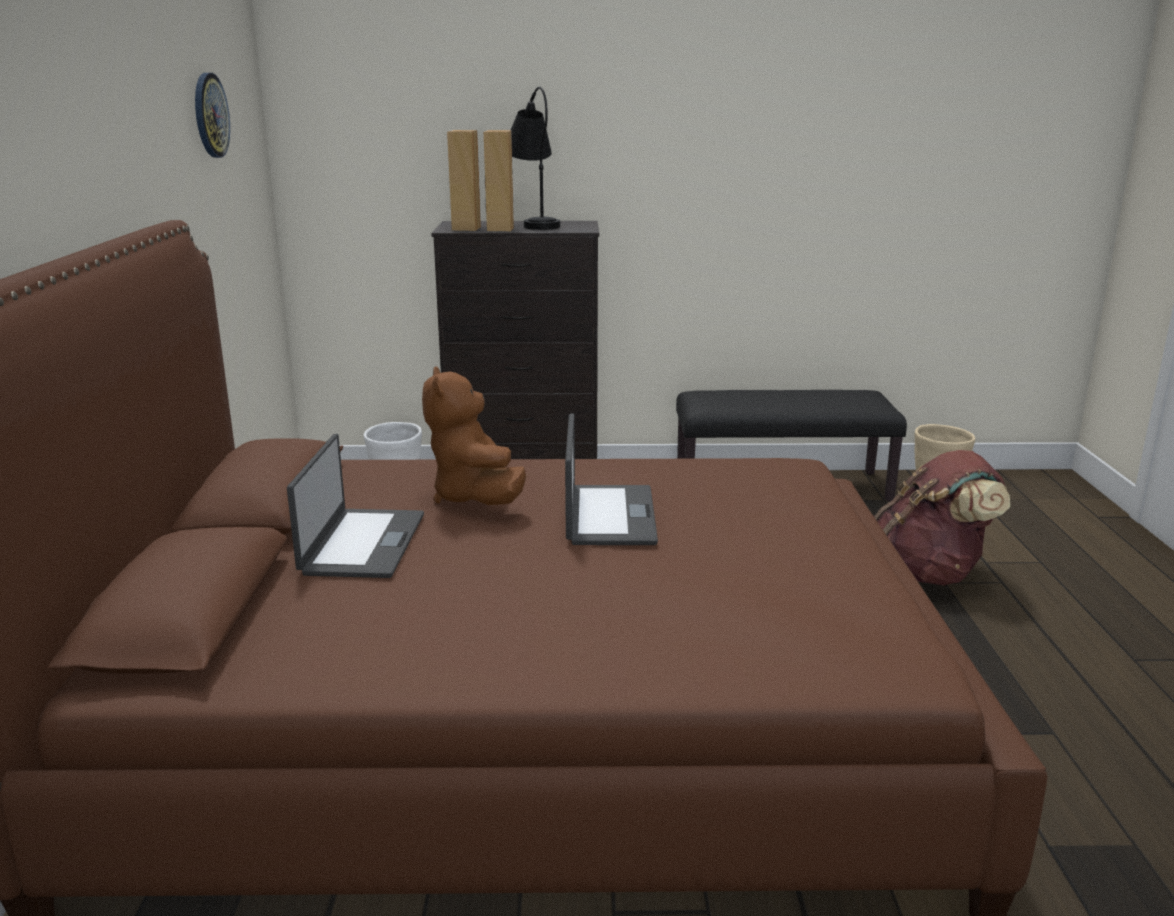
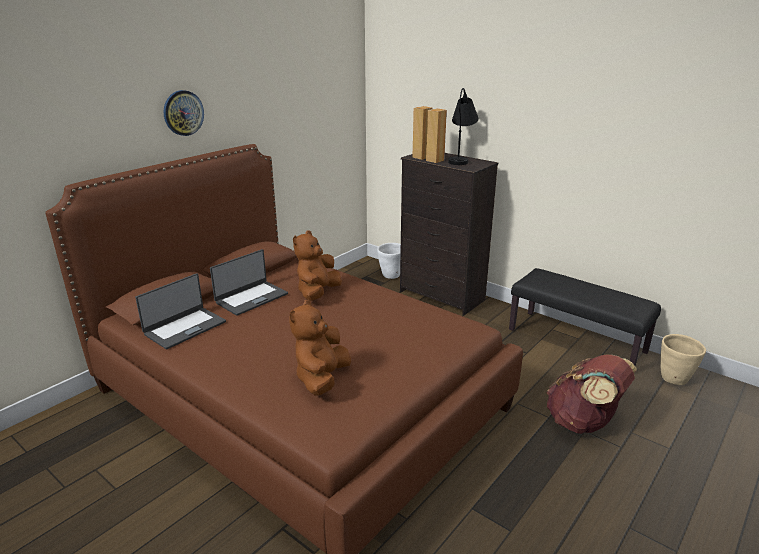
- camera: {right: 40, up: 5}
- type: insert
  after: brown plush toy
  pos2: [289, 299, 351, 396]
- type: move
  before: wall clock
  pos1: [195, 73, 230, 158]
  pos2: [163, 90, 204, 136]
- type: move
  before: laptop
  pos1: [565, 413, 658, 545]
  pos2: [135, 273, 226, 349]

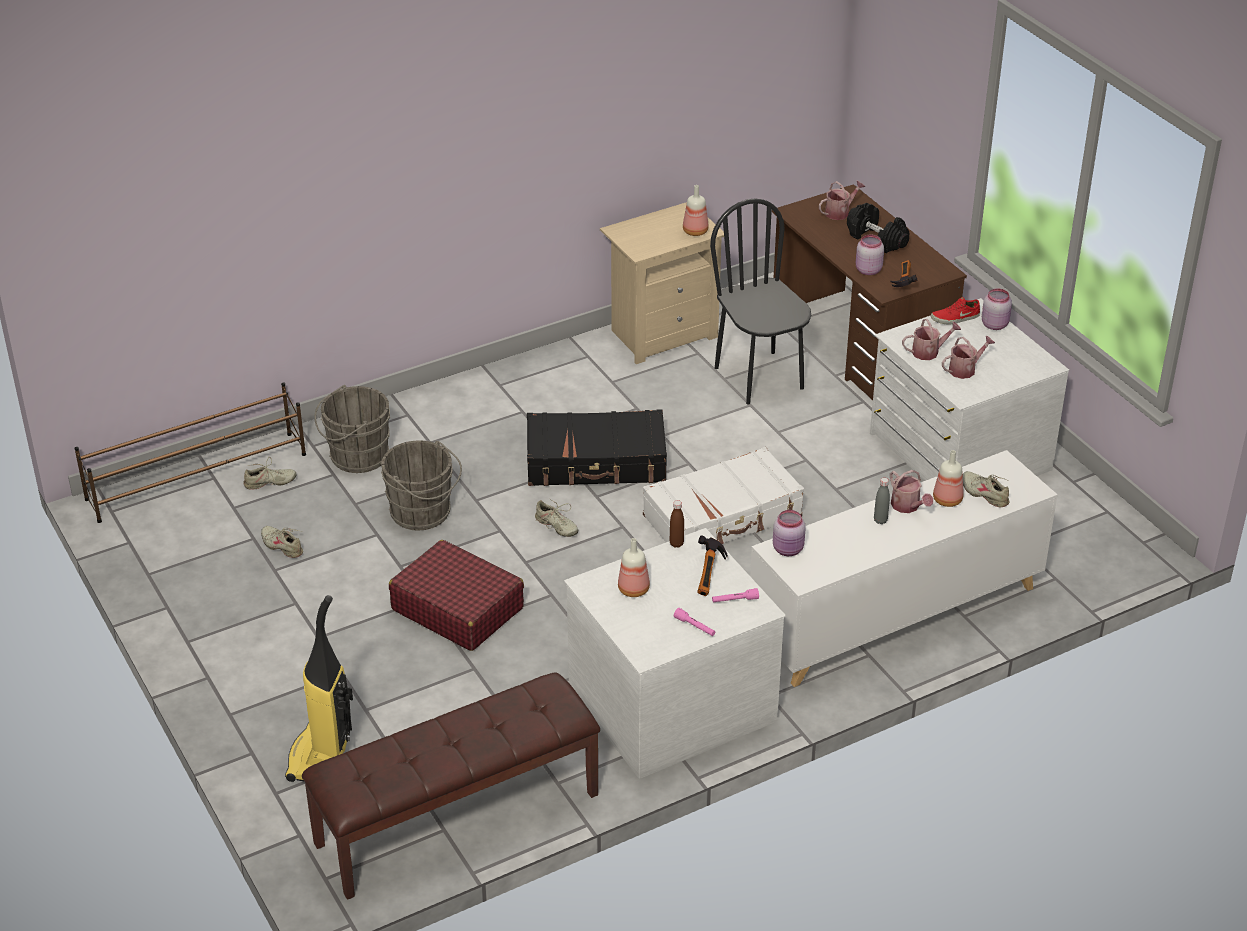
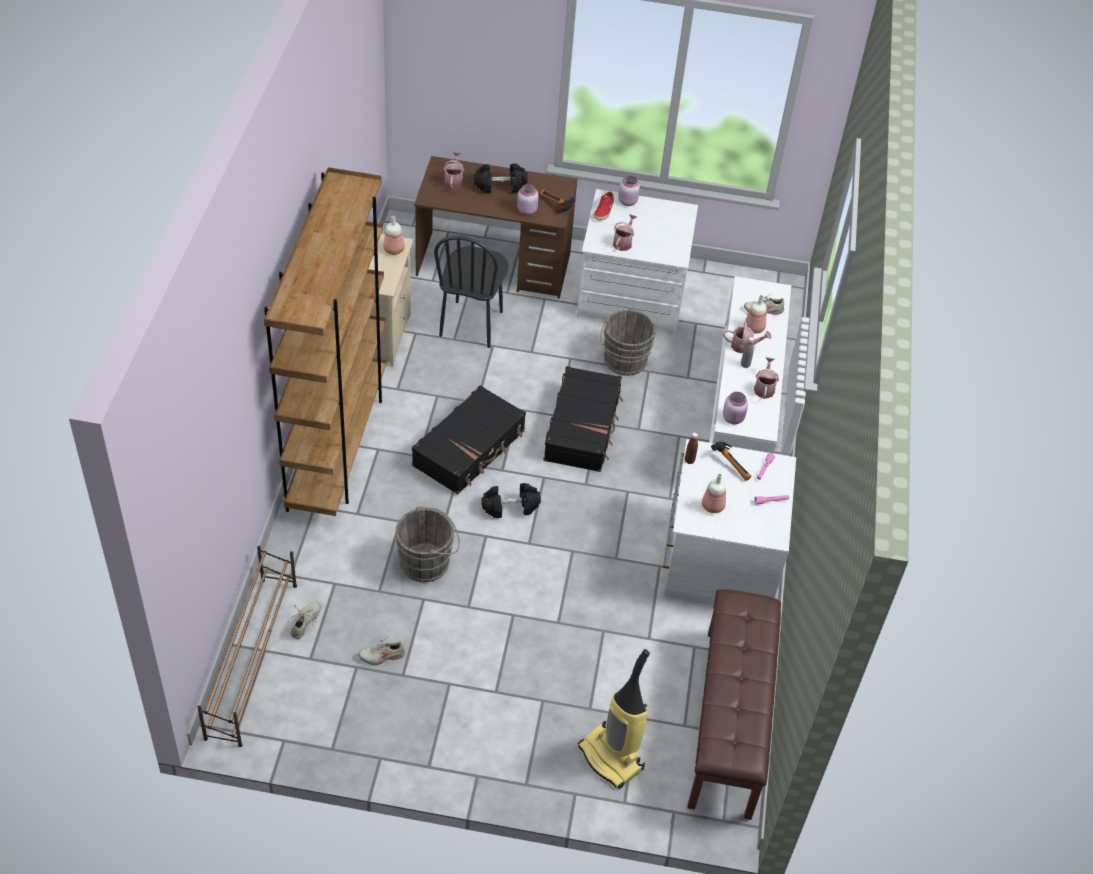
- camera: {right: -55, up: 10}
- type: delete
  before: red suitcase
  pos1: [389, 540, 524, 651]
- type: insert
  after: brown bookcase
  pos2: [264, 167, 386, 516]
- type: move
  before: grey bucket
  pos1: [315, 385, 390, 473]
  pos2: [600, 310, 657, 376]
- type: move
  before: watering can
  pos1: [942, 336, 995, 379]
  pos2: [754, 357, 779, 399]
- type: replace
  before: beige shoe
  after: black dumbbell
  pos1: [535, 499, 578, 537]
  pos2: [482, 483, 541, 518]
- type: recolor
  before: white suitcase
  after: black suitcase
  pos1: [643, 447, 804, 544]
  pos2: [543, 366, 623, 472]
- type: rotate
  before: black chair
  pos1: [710, 198, 811, 405]
  pos2: [434, 236, 509, 348]
  turn: -90

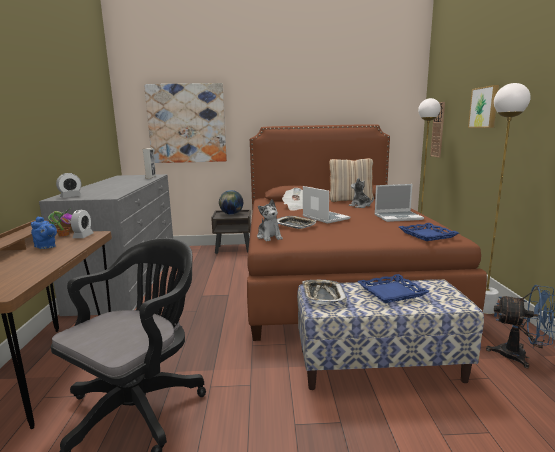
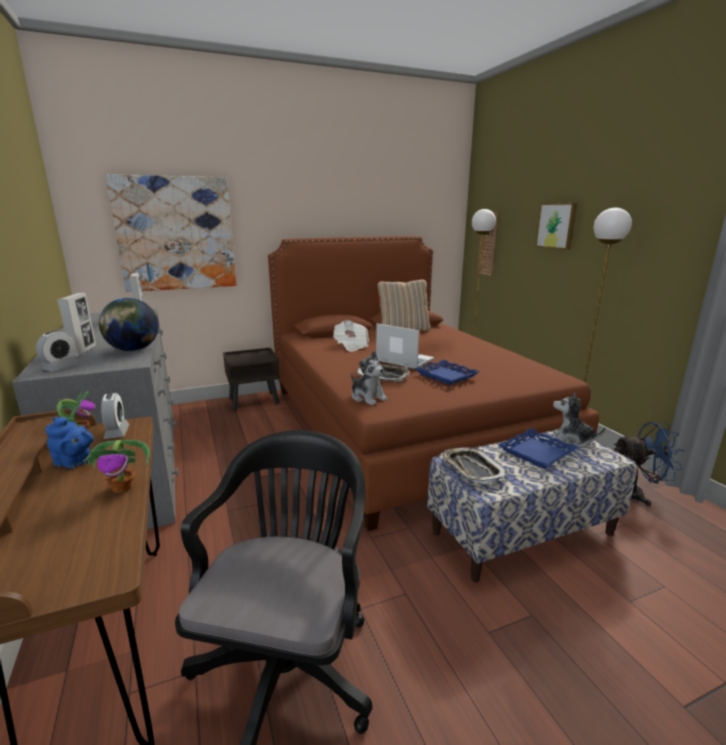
- camera: {right: -20, up: 5}
- type: delete
  before: laptop
  pos1: [374, 184, 424, 222]
- type: insert
  after: picture frame
  pos2: [57, 293, 96, 357]
- type: insert
  after: potted plant
  pos2: [82, 440, 150, 493]
- type: move
  before: globe
  pos1: [219, 190, 243, 215]
  pos2: [99, 298, 159, 351]
- type: move
  before: plush toy
  pos1: [349, 178, 374, 208]
  pos2: [552, 393, 606, 448]
- type: move
  before: blue tray
  pos1: [399, 223, 459, 241]
  pos2: [415, 360, 479, 385]

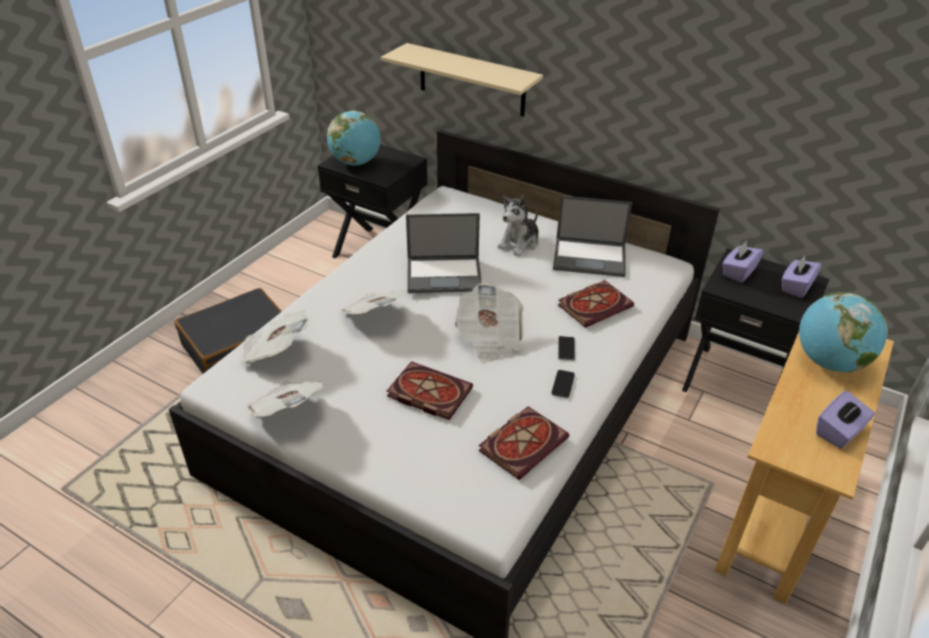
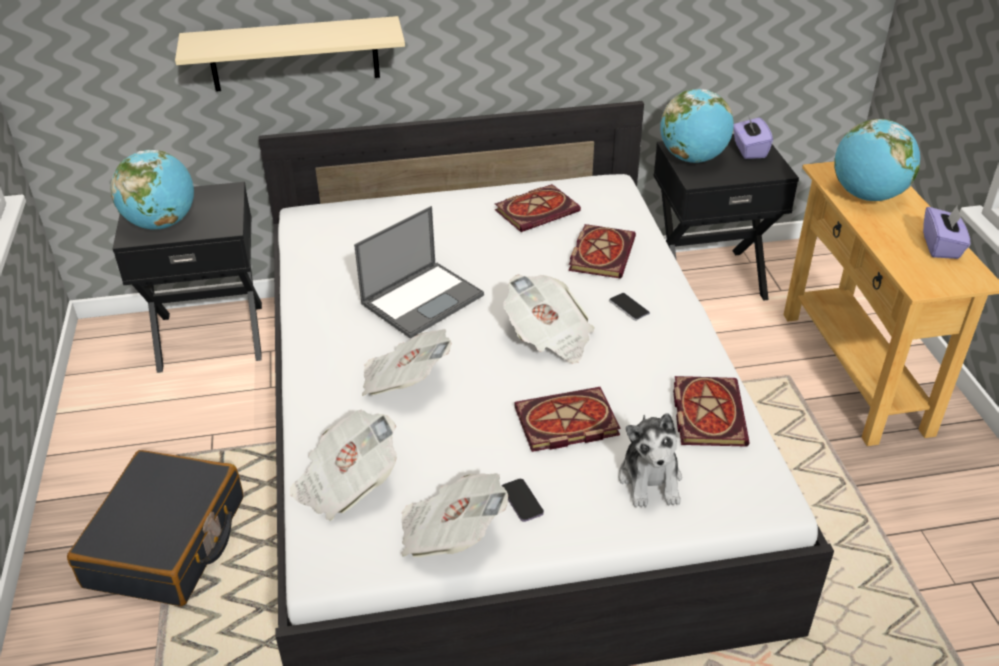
- camera: {right: -40, up: 0}
- type: move
  before: plush toy
  pos1: [498, 196, 539, 257]
  pos2: [618, 413, 682, 508]
- type: move
  before: phone
  pos1: [551, 370, 575, 398]
  pos2: [502, 479, 544, 522]
- type: replace
  before: laptop
  after: book
  pos1: [553, 196, 632, 277]
  pos2: [495, 184, 581, 232]
- type: replace
  before: purple tissue box
  after: globe
  pos1: [722, 241, 764, 283]
  pos2: [660, 89, 734, 163]

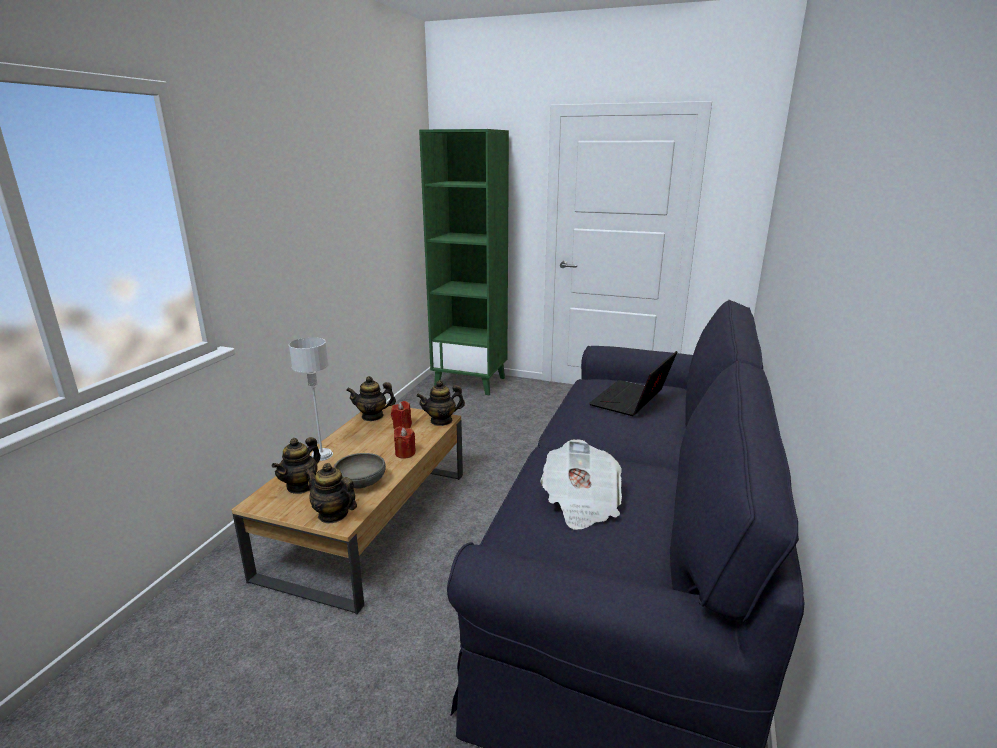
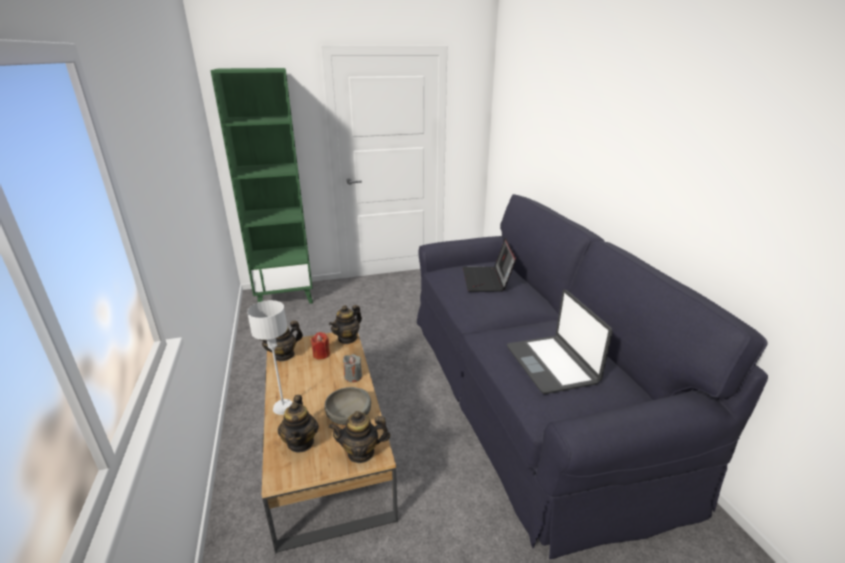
- camera: {right: -35, up: 5}
- type: replace
  before: newspaper
  after: laptop
  pos1: [540, 439, 622, 530]
  pos2: [507, 289, 613, 394]
- type: recolor
  before: red candle
  after: grey candle
  pos1: [394, 426, 416, 459]
  pos2: [343, 354, 362, 382]

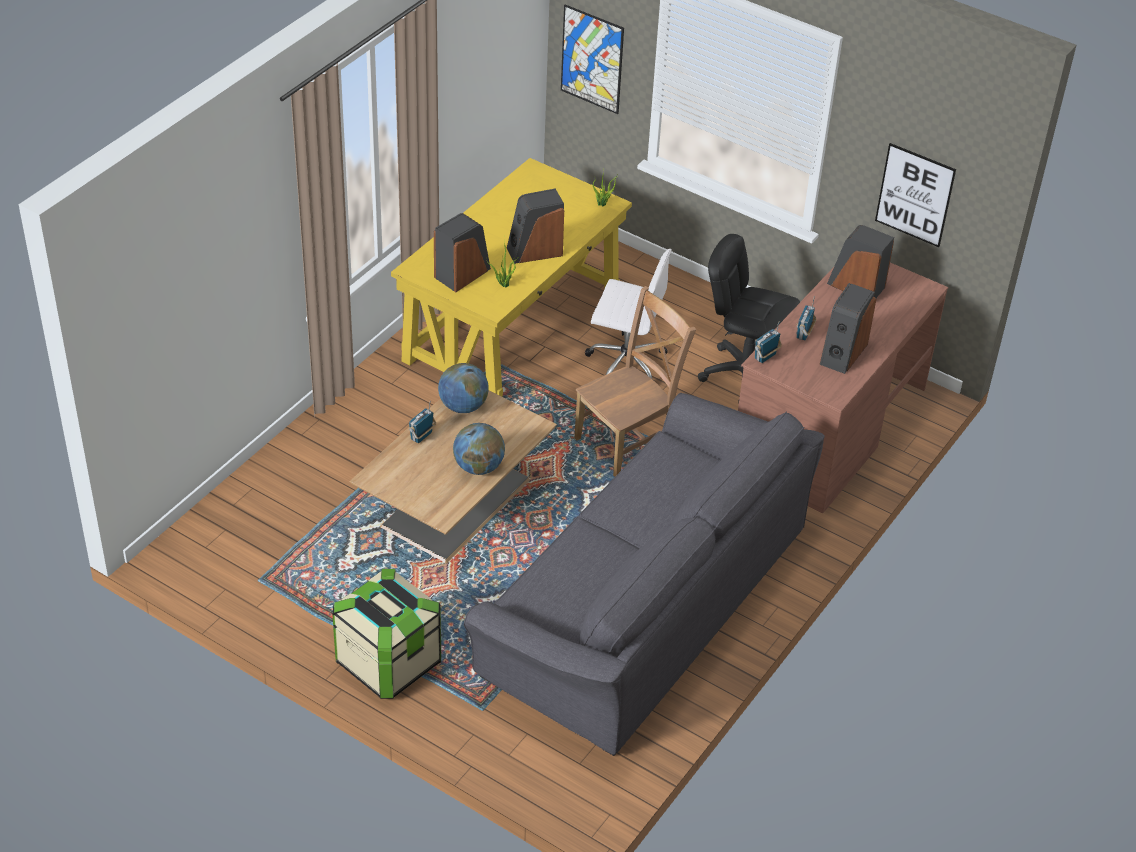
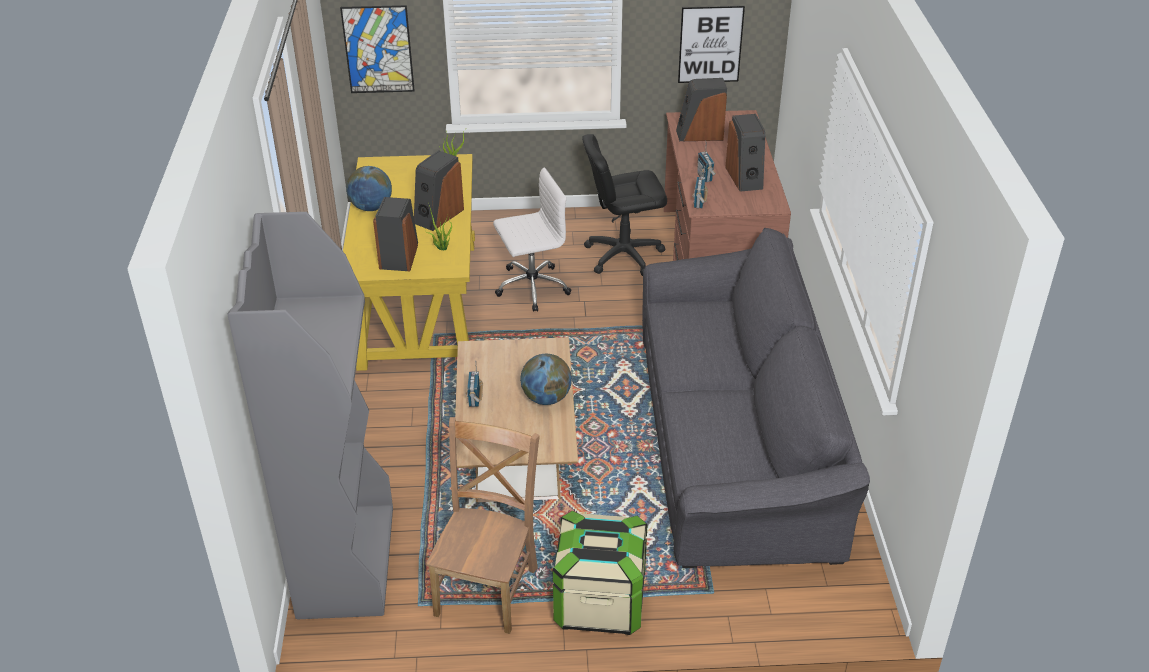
- camera: {right: -35, up: -5}
- type: insert
  after: grey bookcase
  pos2: [227, 212, 393, 620]
- type: move
  before: globe
  pos1: [438, 363, 489, 413]
  pos2: [346, 166, 392, 211]
- type: move
  before: brown chair
  pos1: [574, 286, 696, 477]
  pos2: [426, 417, 540, 634]

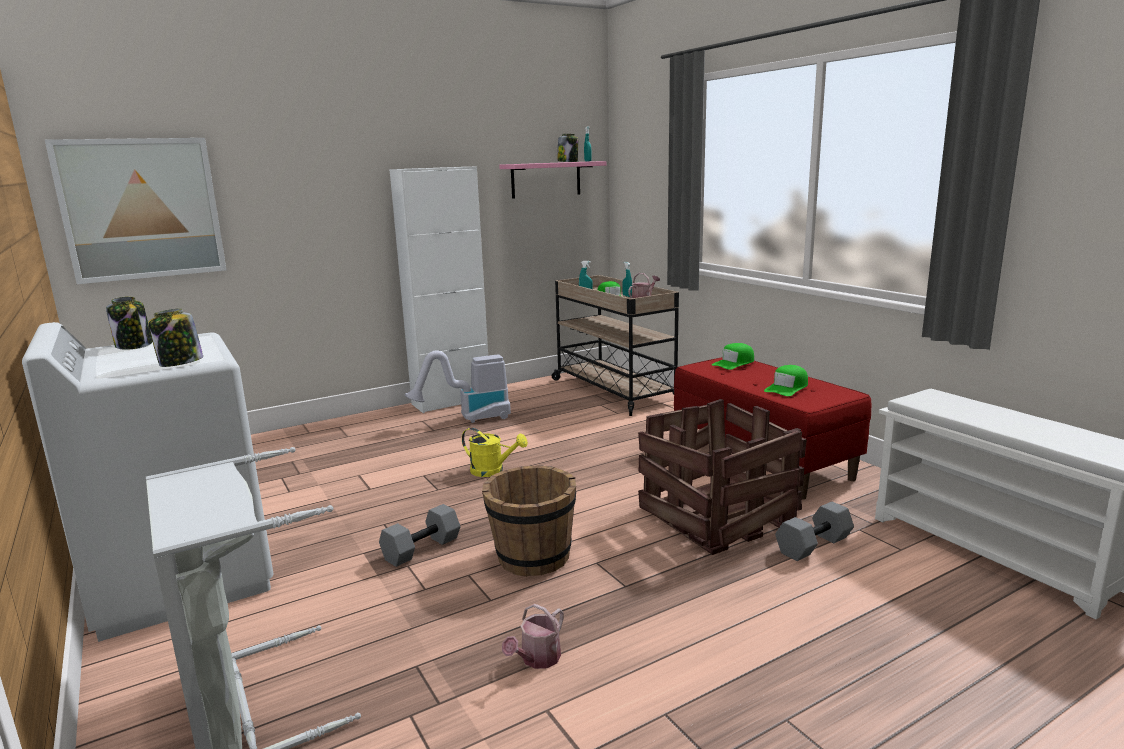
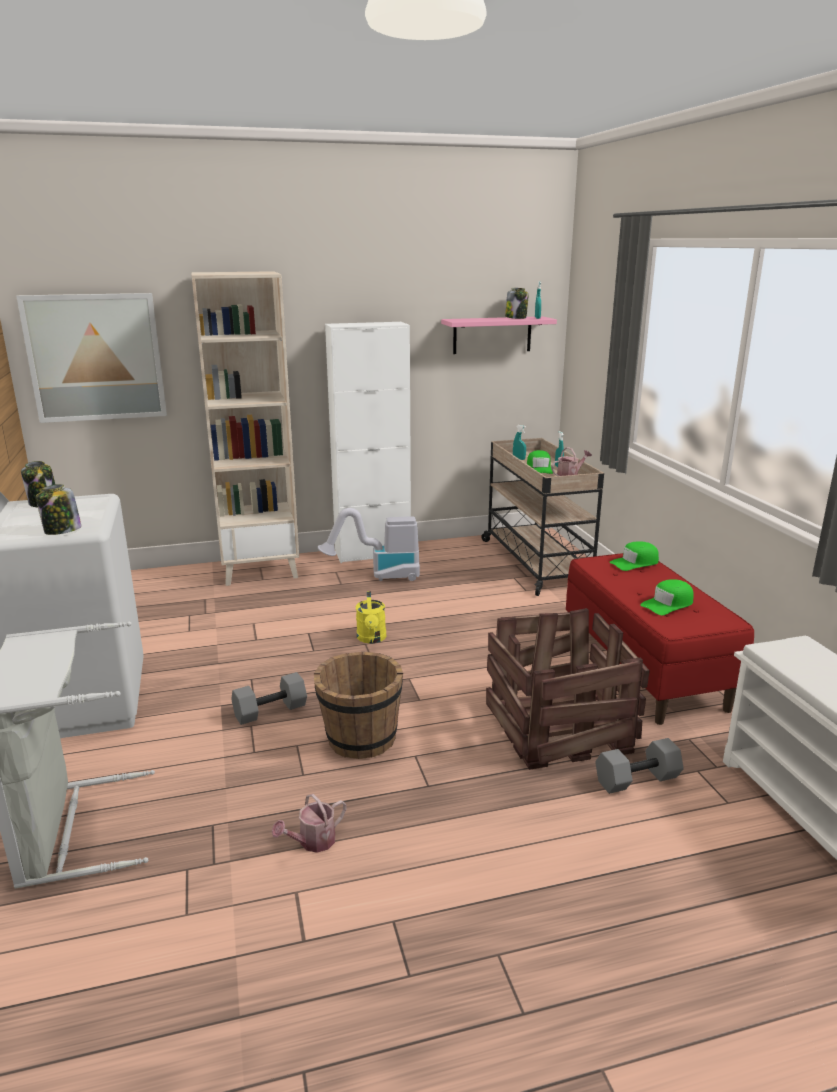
- camera: {right: 15, up: 5}
- type: insert
  after: beige bookcase
  pos2: [191, 271, 299, 586]
- type: rotate
  before: yellow watering can
  pos1: [462, 428, 528, 477]
  pos2: [356, 591, 386, 644]
  turn: 45

